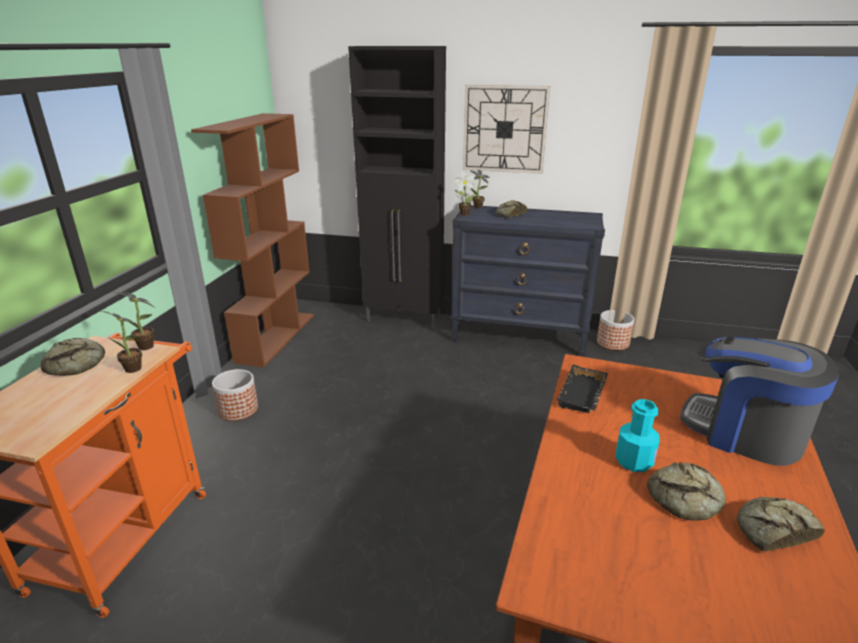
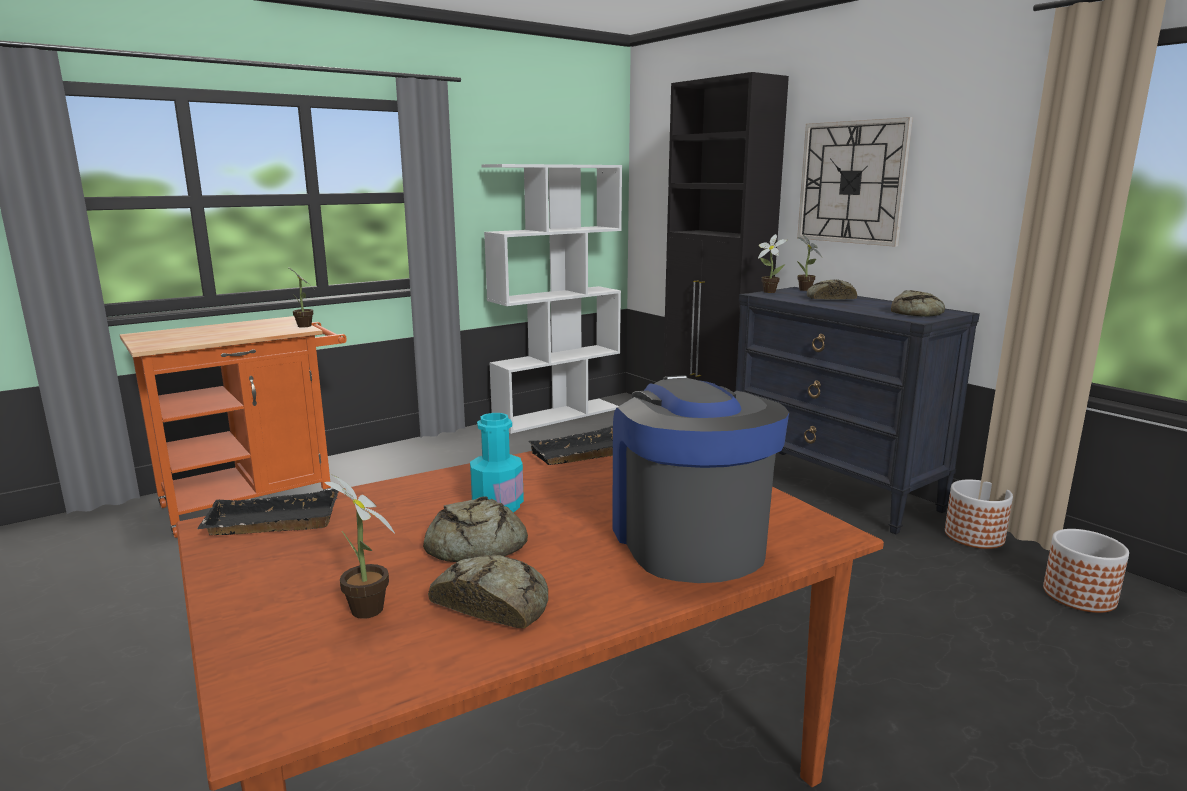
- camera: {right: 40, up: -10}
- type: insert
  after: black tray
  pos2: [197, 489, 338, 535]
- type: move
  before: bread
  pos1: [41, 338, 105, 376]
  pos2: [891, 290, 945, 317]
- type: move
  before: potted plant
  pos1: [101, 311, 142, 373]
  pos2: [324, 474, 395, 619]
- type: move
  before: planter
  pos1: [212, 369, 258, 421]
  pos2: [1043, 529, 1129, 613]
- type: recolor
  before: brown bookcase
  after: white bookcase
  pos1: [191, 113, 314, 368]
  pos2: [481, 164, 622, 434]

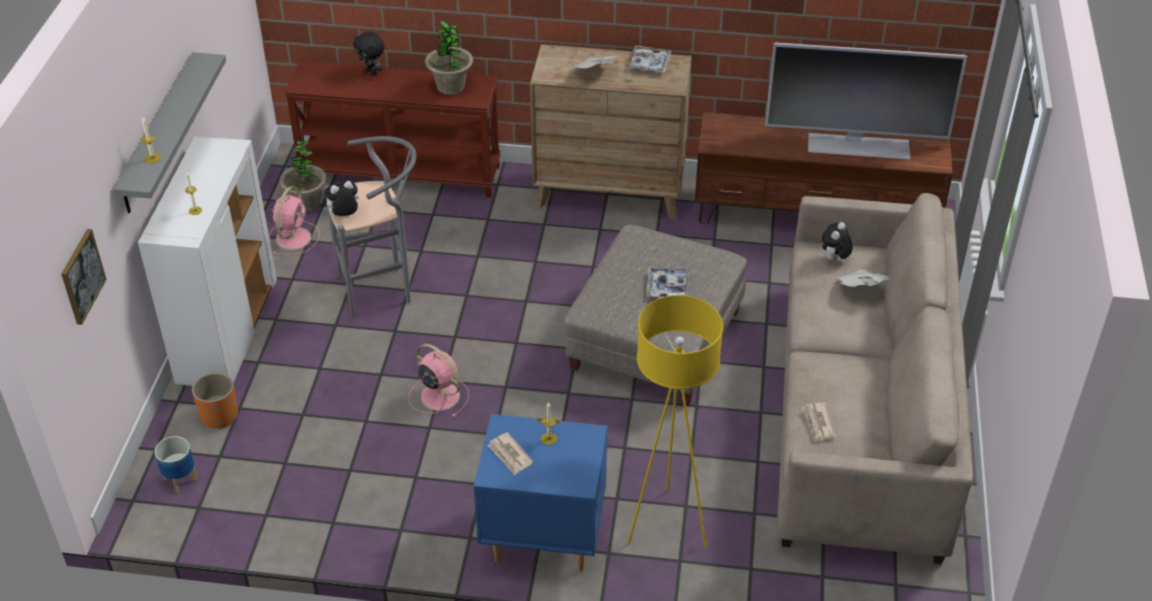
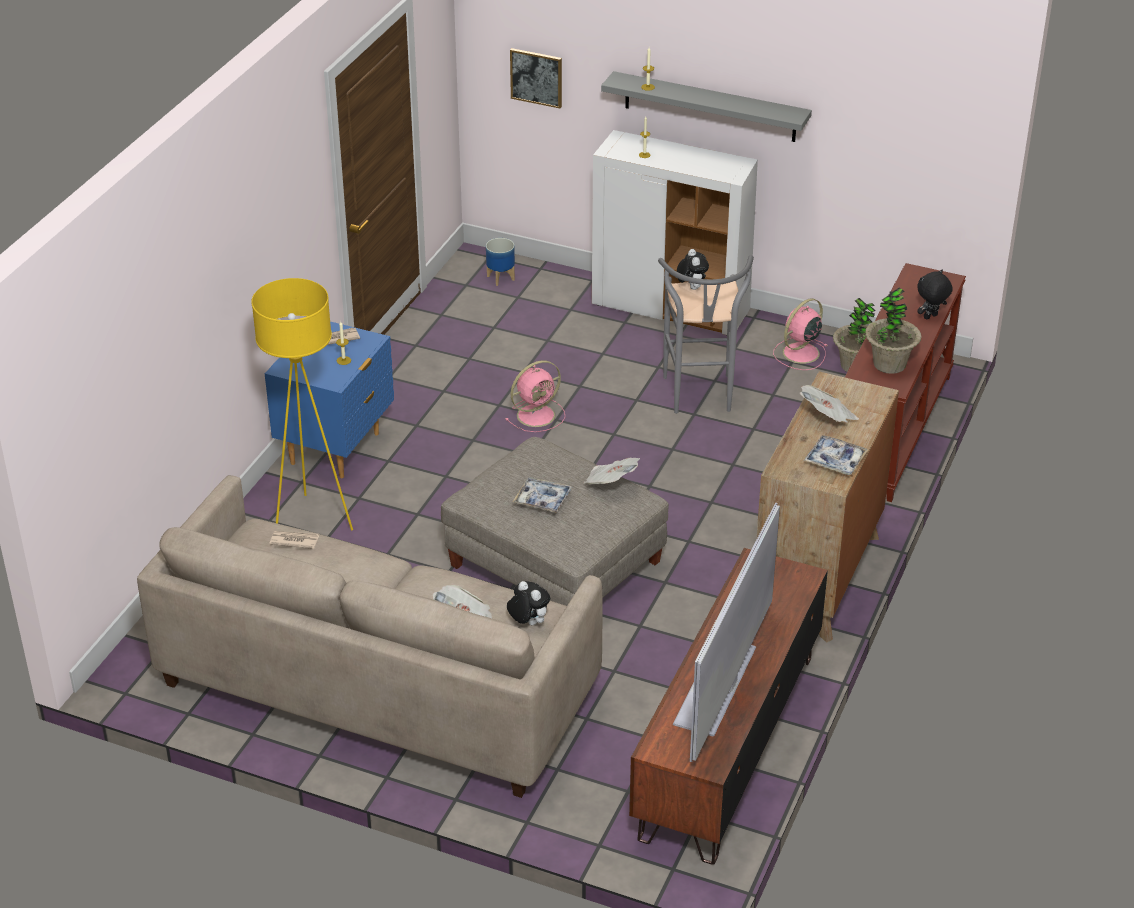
- camera: {right: 105, up: -5}
- type: delete
  before: orange planter
  pos1: [192, 372, 238, 429]
- type: insert
  after: newspaper
  pos2: [583, 458, 640, 484]
- type: rotate
  before: pink fan
  pos1: [269, 186, 320, 255]
  pos2: [773, 298, 828, 370]
  turn: 105

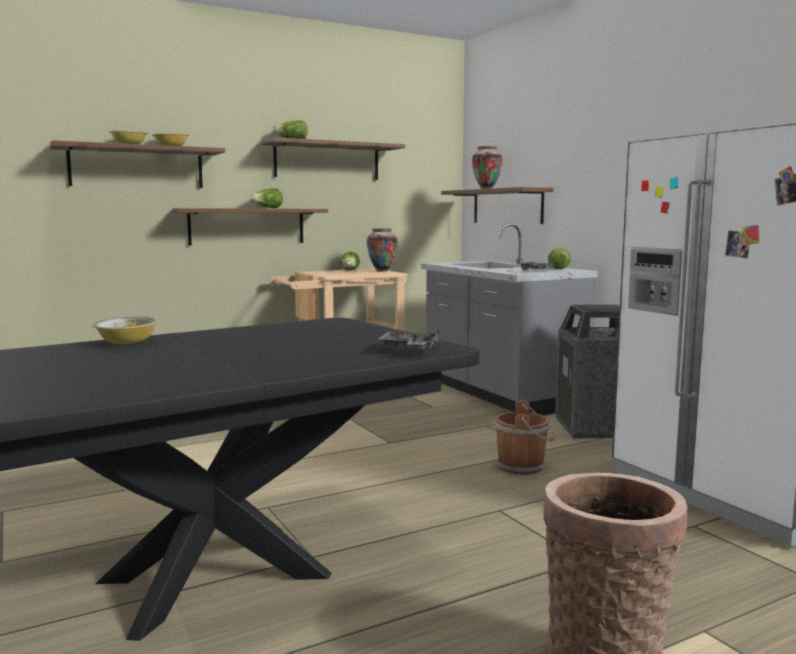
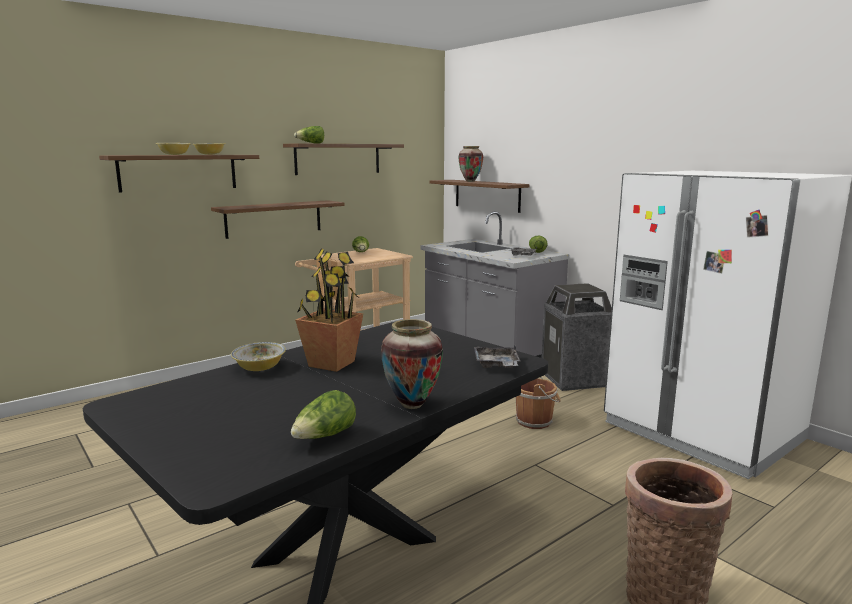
- camera: {right: -10, up: 5}
- type: insert
  after: potted plant
  pos2: [295, 248, 363, 372]
- type: move
  before: lettuce
  pos1: [250, 188, 283, 208]
  pos2: [291, 390, 356, 439]
- type: move
  before: vase
  pos1: [367, 228, 398, 272]
  pos2: [381, 319, 443, 409]

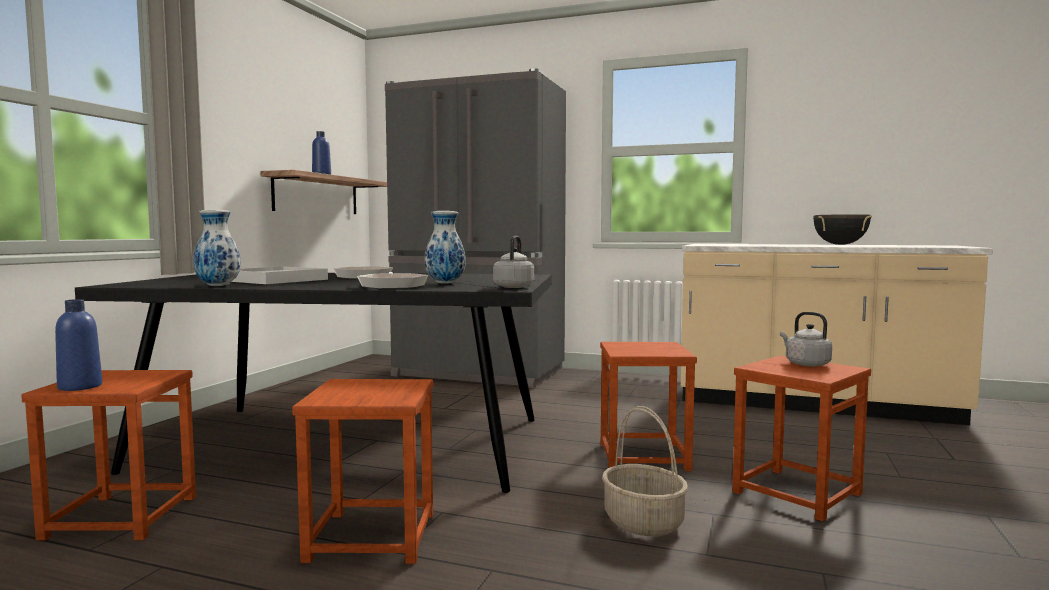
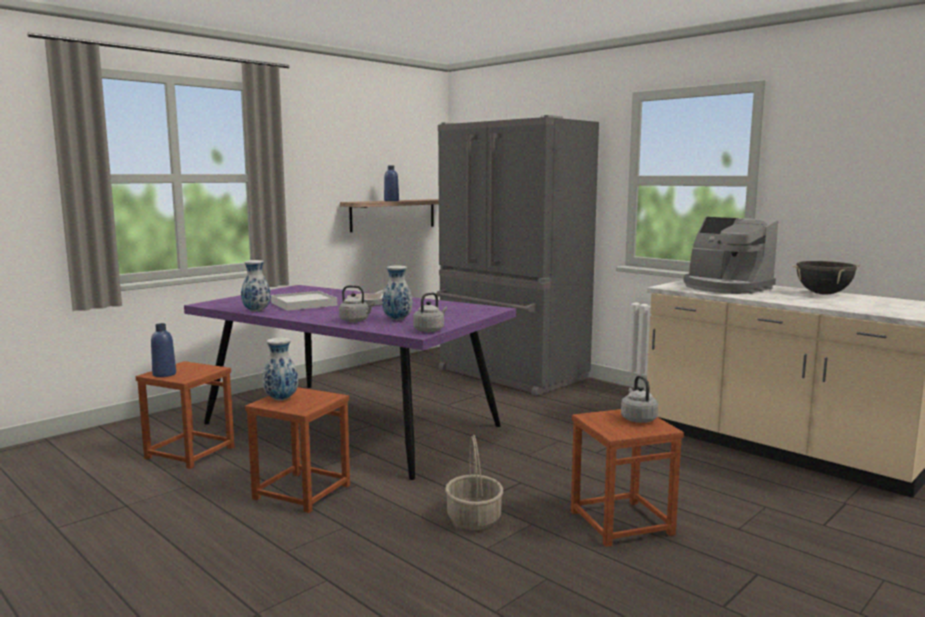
- camera: {right: 25, up: 5}
- type: delete
  before: brown stool
  pos1: [600, 342, 697, 471]
- type: insert
  after: vase
  pos2: [262, 338, 298, 400]
- type: insert
  after: coffee machine
  pos2: [683, 217, 778, 294]
- type: replace
  before: frying pan
  after: grey kettle
  pos1: [357, 272, 428, 289]
  pos2: [339, 285, 375, 322]
- type: recolor
  before: black dining table
  after: purple dining table
  pos1: [75, 273, 552, 493]
  pos2: [184, 285, 516, 480]

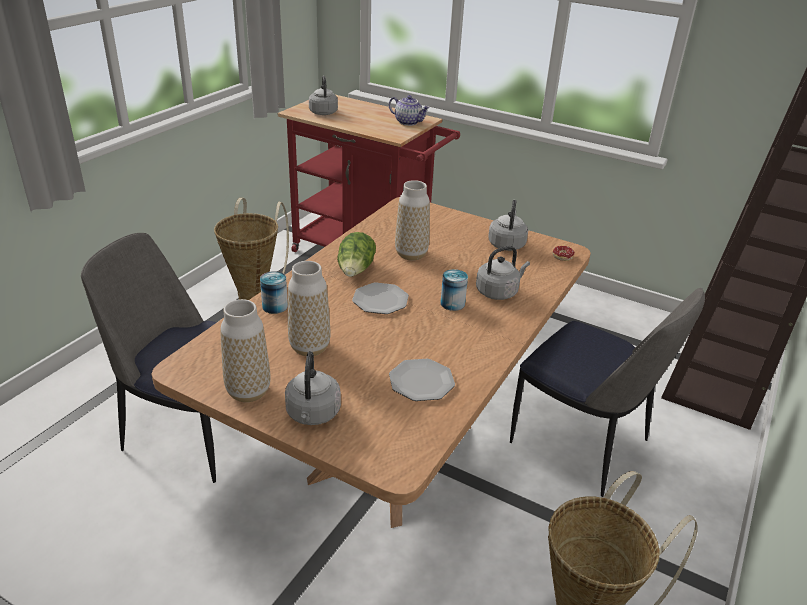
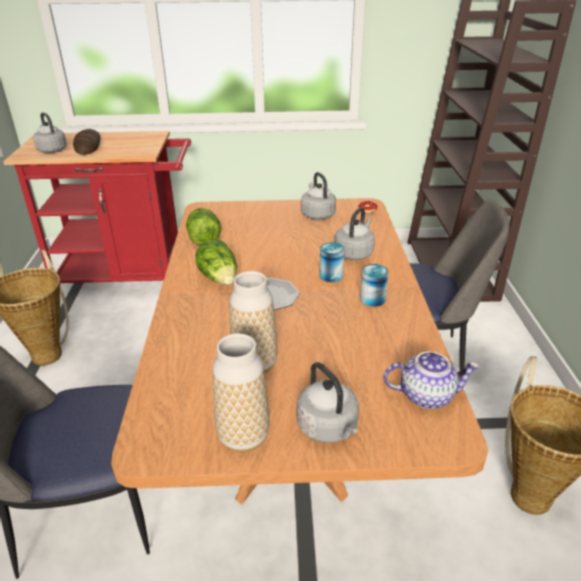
- camera: {right: -30, up: 0}
- type: delete
  before: plate
  pos1: [389, 359, 455, 401]
- type: delete
  before: vase
  pos1: [395, 180, 430, 260]
- type: insert
  after: bread
  pos2: [73, 129, 100, 155]
- type: insert
  after: lettuce
  pos2: [186, 208, 221, 245]
- type: move
  before: can
  pos1: [260, 271, 288, 314]
  pos2: [360, 264, 388, 307]
- type: move
  before: teapot
  pos1: [389, 95, 430, 126]
  pos2: [384, 351, 479, 409]

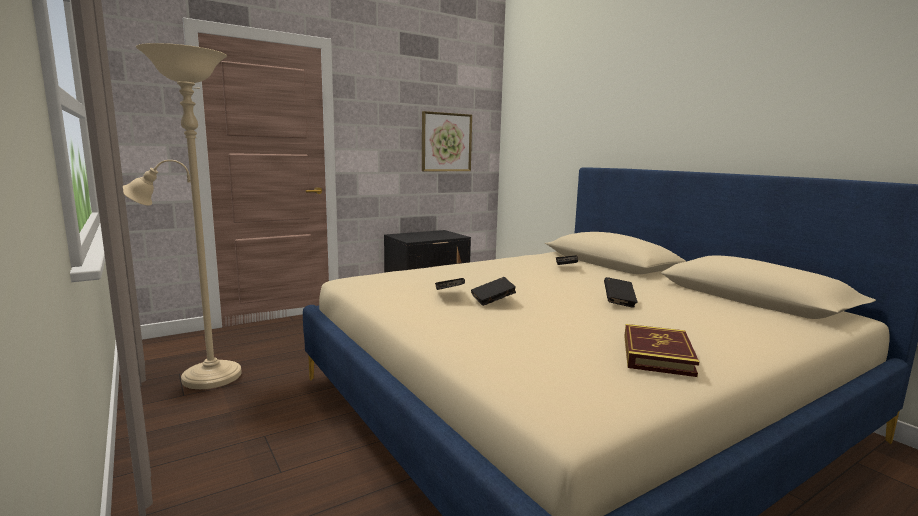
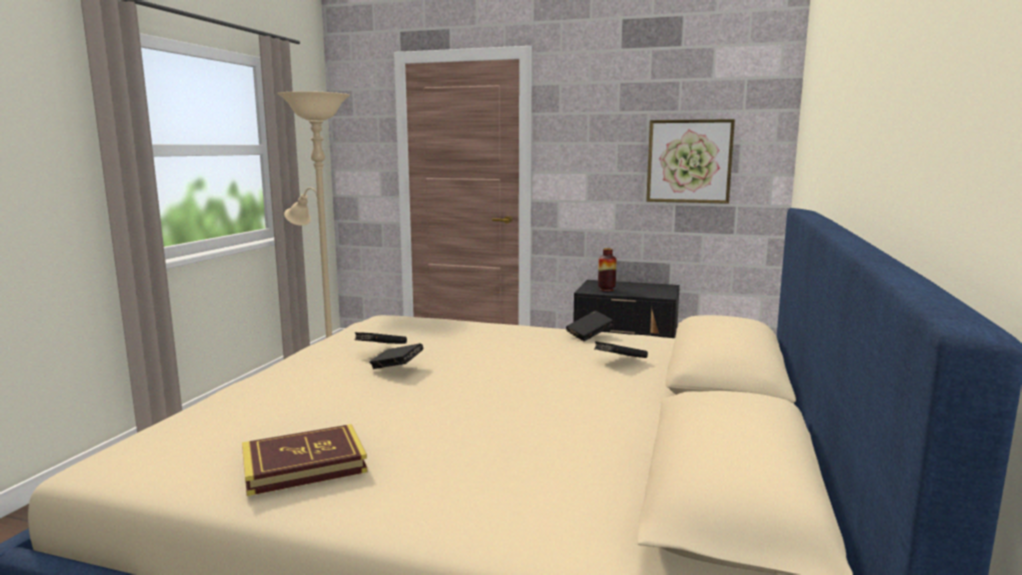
- camera: {right: 50, up: 0}
- type: insert
  after: vase
  pos2: [598, 248, 617, 292]
- type: move
  before: black book
  pos1: [604, 277, 637, 308]
  pos2: [566, 311, 613, 341]

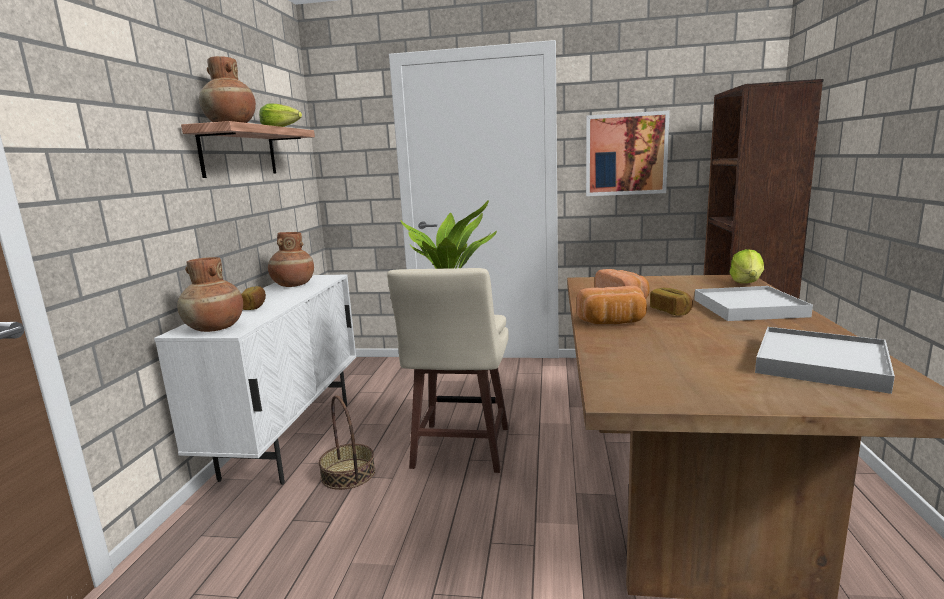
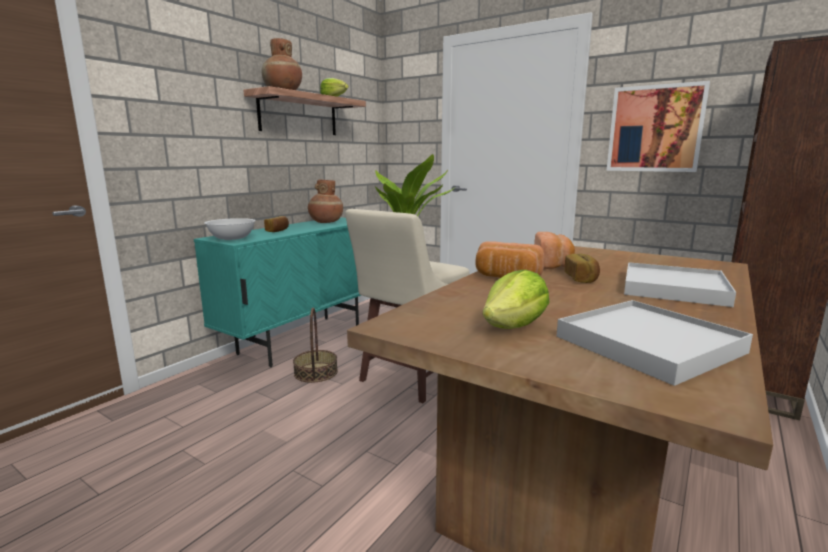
- camera: {right: 25, up: 0}
- type: move
  before: lettuce
  pos1: [729, 249, 764, 283]
  pos2: [483, 270, 550, 329]
- type: replace
  before: brown vase
  after: white bowl
  pos1: [177, 257, 243, 332]
  pos2: [204, 218, 256, 240]
- type: recolor
  before: white cabinet
  after: turquoise cabinet
  pos1: [154, 275, 356, 485]
  pos2: [194, 217, 361, 367]

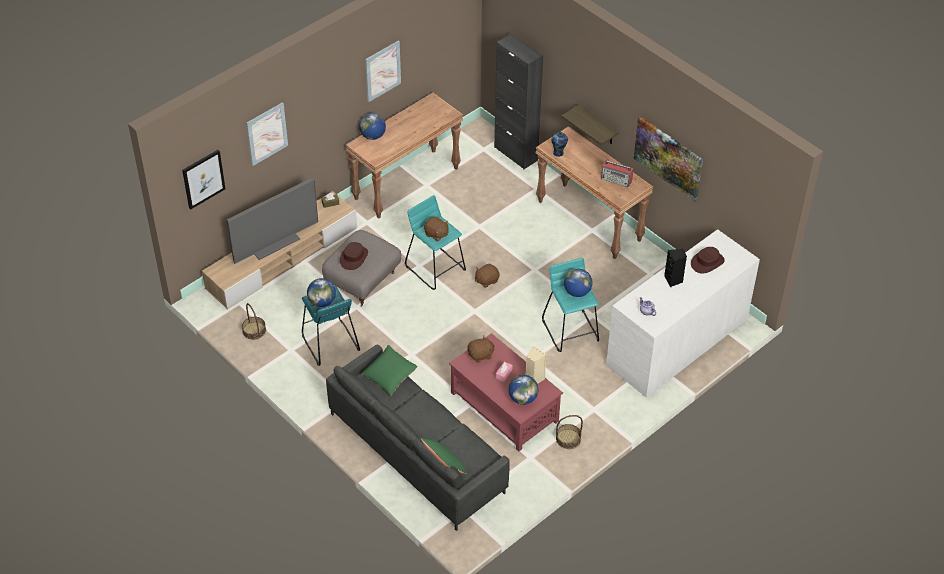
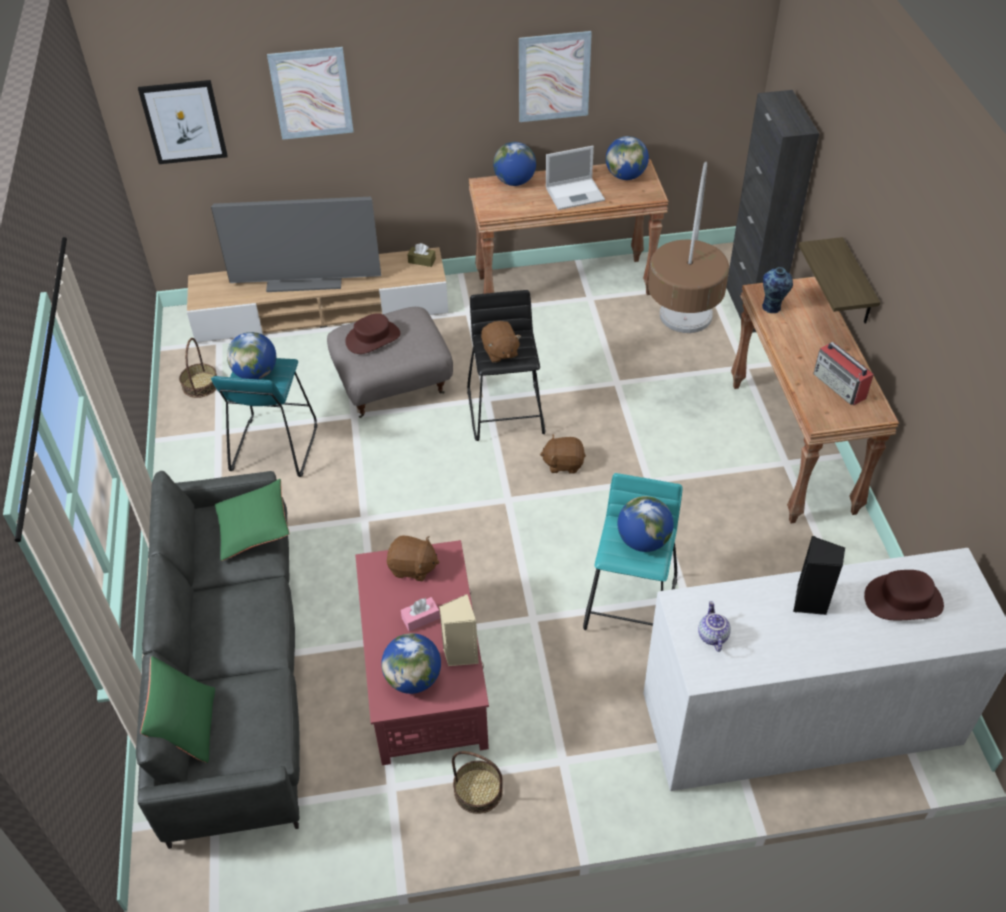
- camera: {right: 35, up: 0}
- type: delete
  before: picture
  pos1: [634, 116, 703, 201]
- type: insert
  after: laptop
  pos2: [546, 146, 605, 210]
- type: insert
  after: globe
  pos2: [606, 136, 649, 180]
- type: insert
  after: floor lamp
  pos2: [648, 162, 729, 333]
- type: recolor
  before: turquoise stool
  after: black stool
  pos1: [405, 195, 466, 290]
  pos2: [467, 290, 545, 441]

